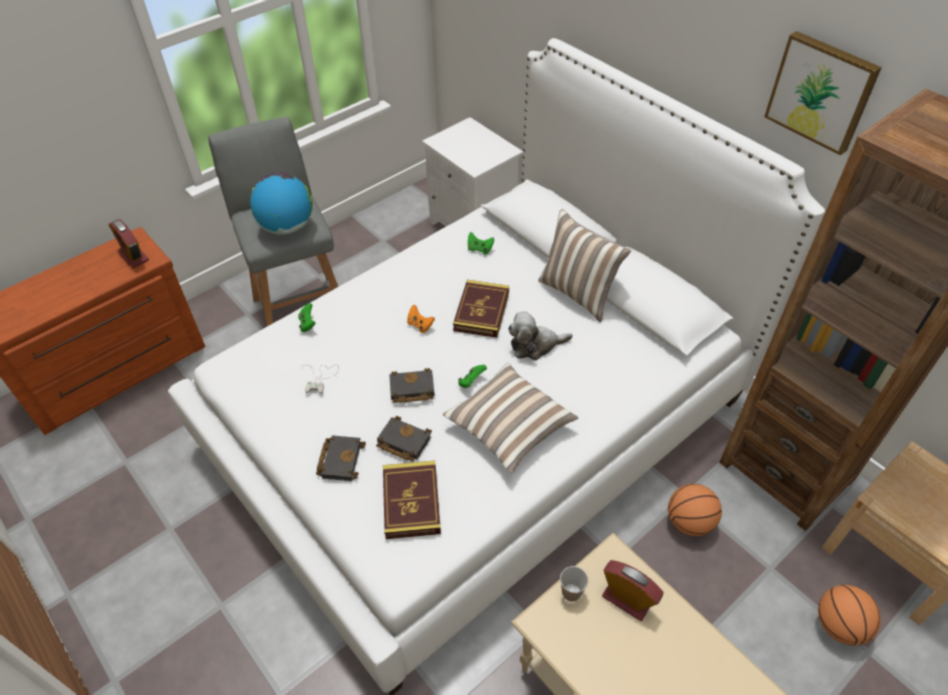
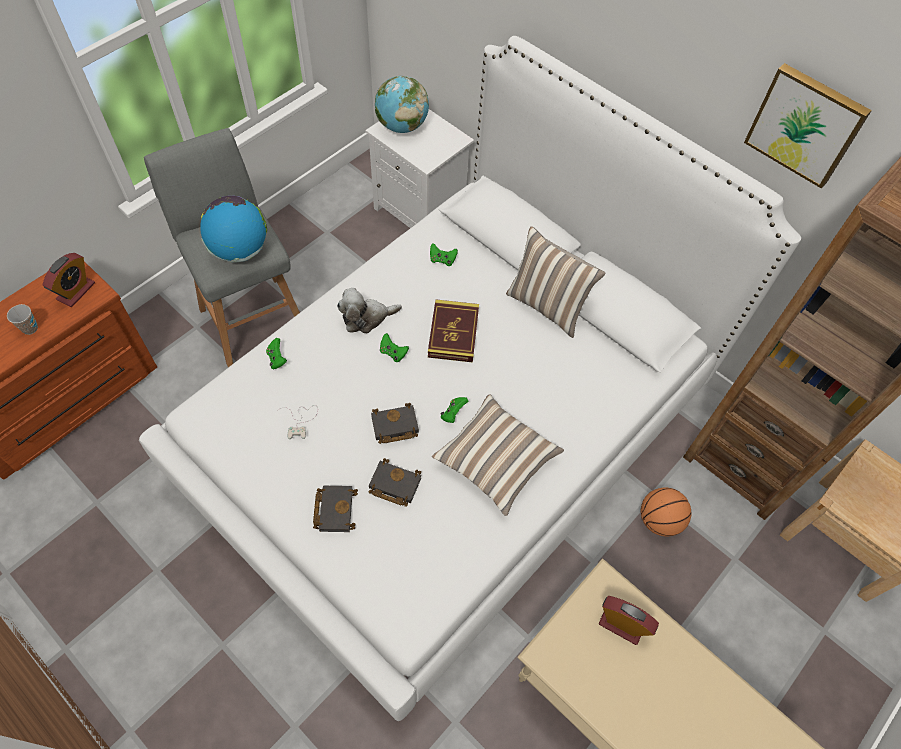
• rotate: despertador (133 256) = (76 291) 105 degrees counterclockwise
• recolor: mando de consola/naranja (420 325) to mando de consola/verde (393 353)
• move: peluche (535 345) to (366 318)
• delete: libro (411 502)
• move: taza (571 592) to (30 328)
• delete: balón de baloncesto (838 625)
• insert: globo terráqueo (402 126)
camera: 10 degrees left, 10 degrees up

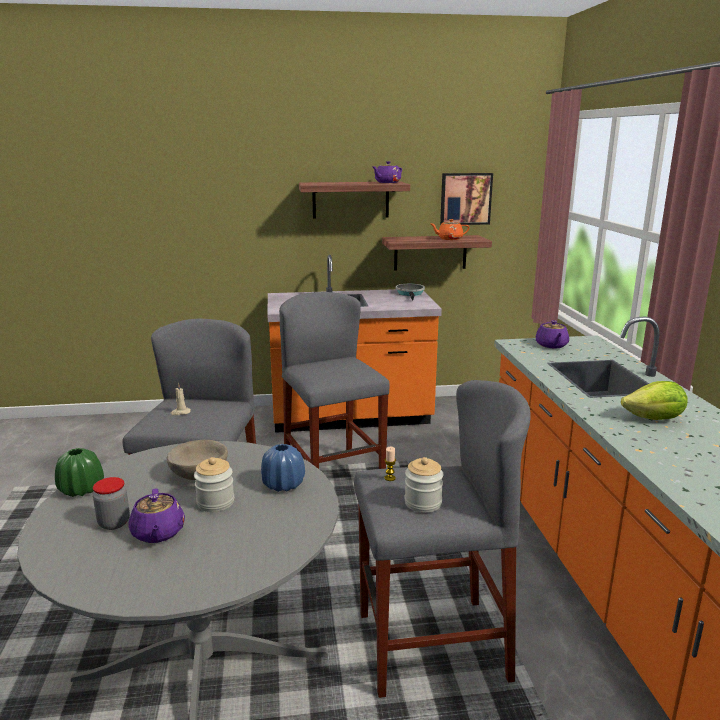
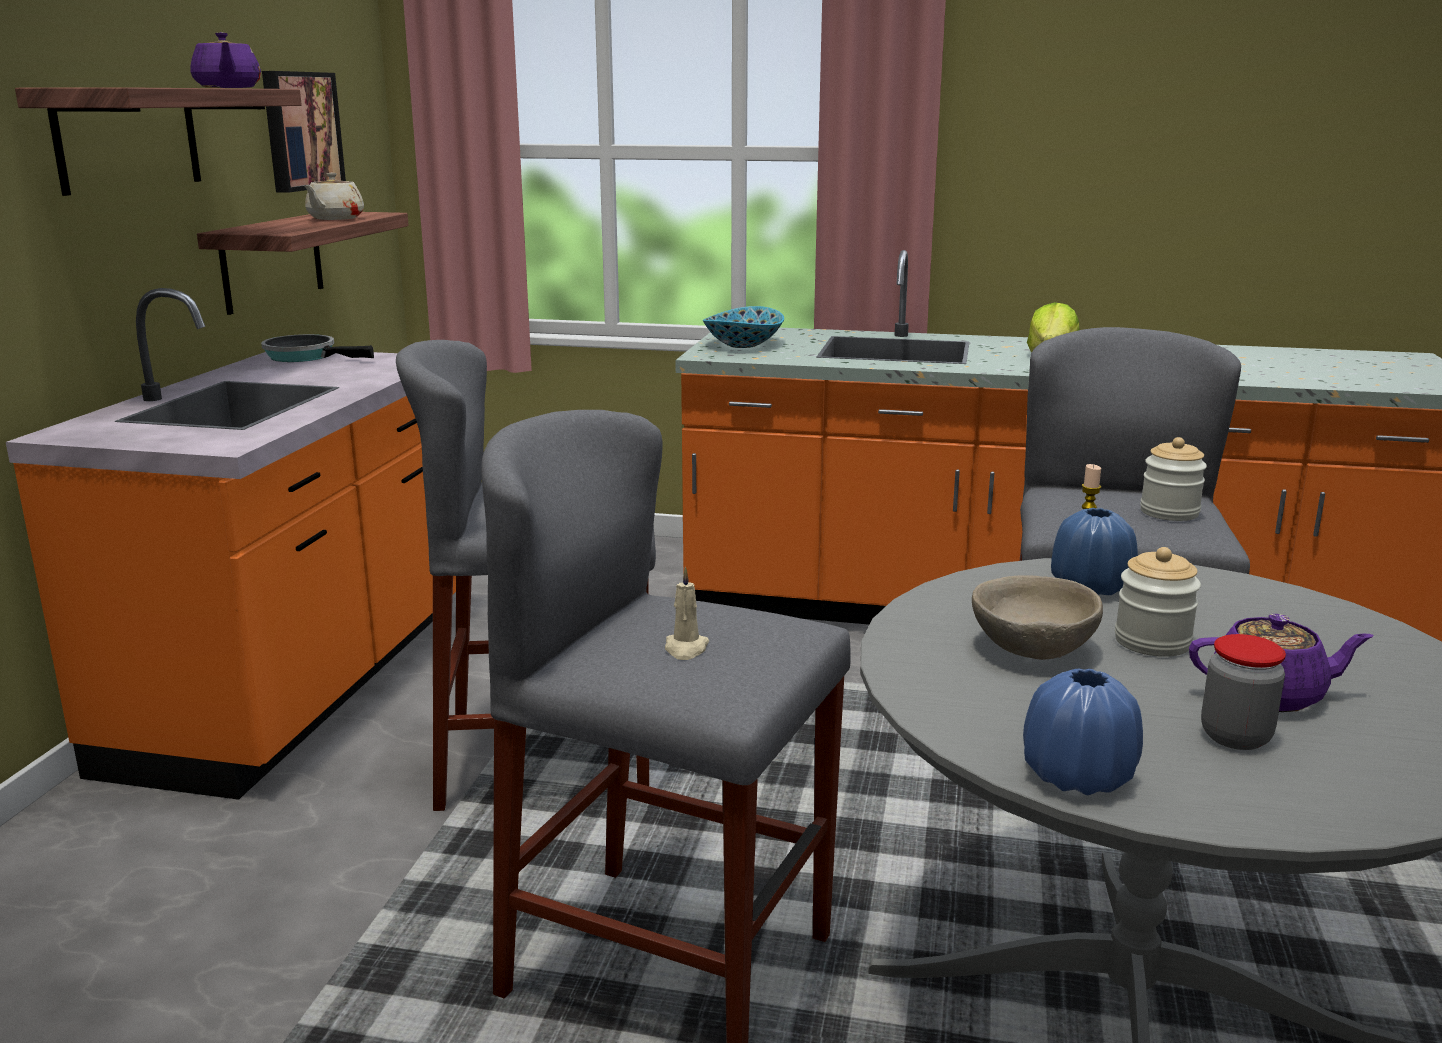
• recolor: tetera/naranja (449 239) to tetera/beis (335 219)
• replace: tetera/morado (551 345) to cuenco (742 344)
• recolor: florero/verde (81 489) to florero/azul (1078 776)
camera: 70 degrees left, 0 degrees up

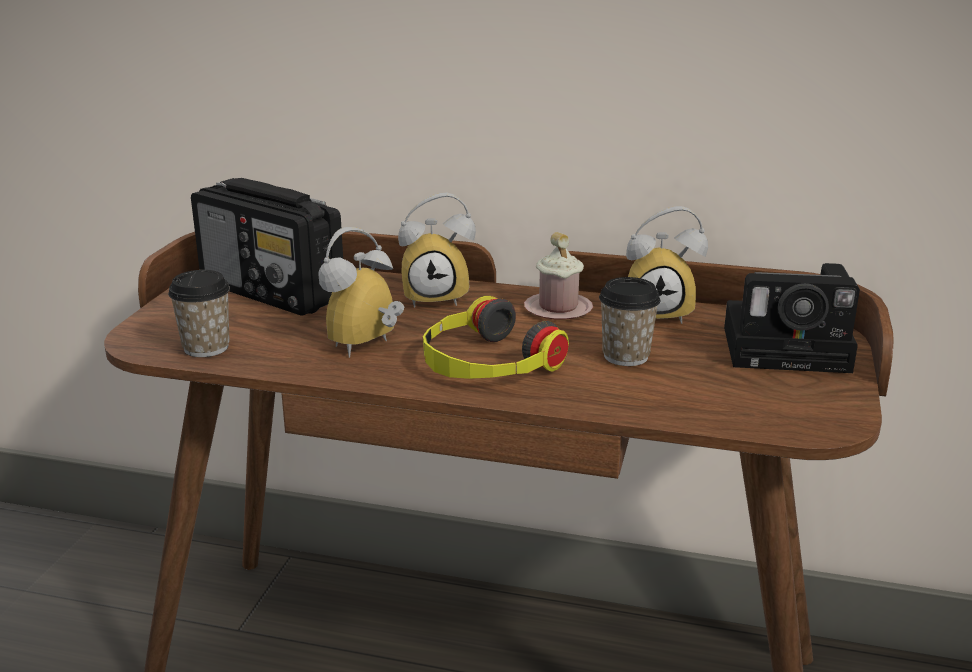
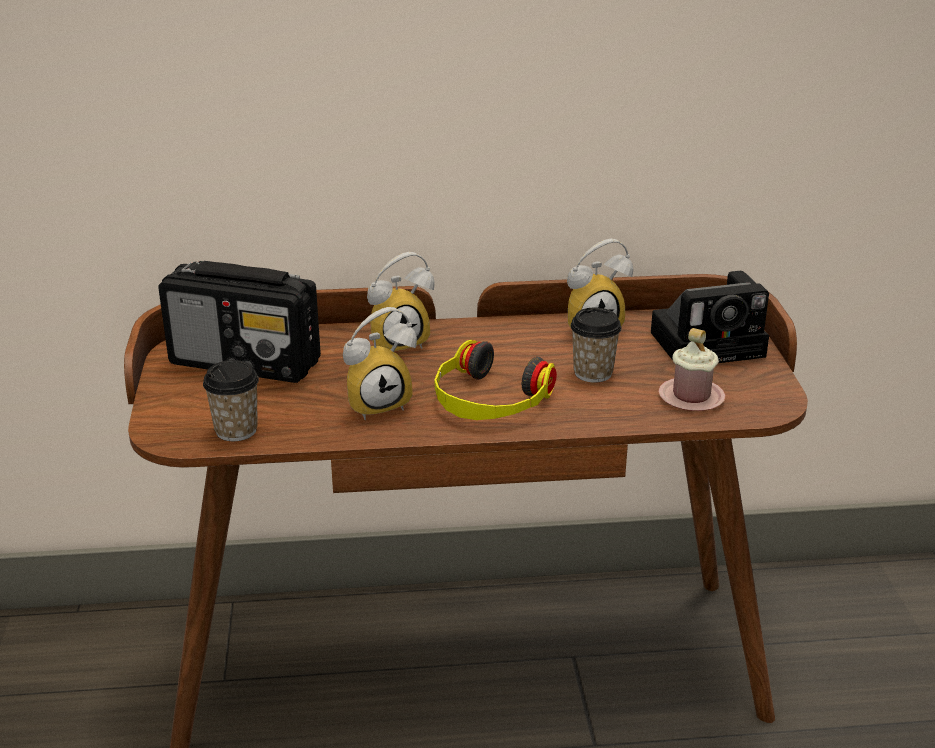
• rotate: despertador (367 347) = (378 403) 135 degrees counterclockwise
• move: taza grande/rosa (558 309) to (691 397)
camera: 20 degrees left, 5 degrees up

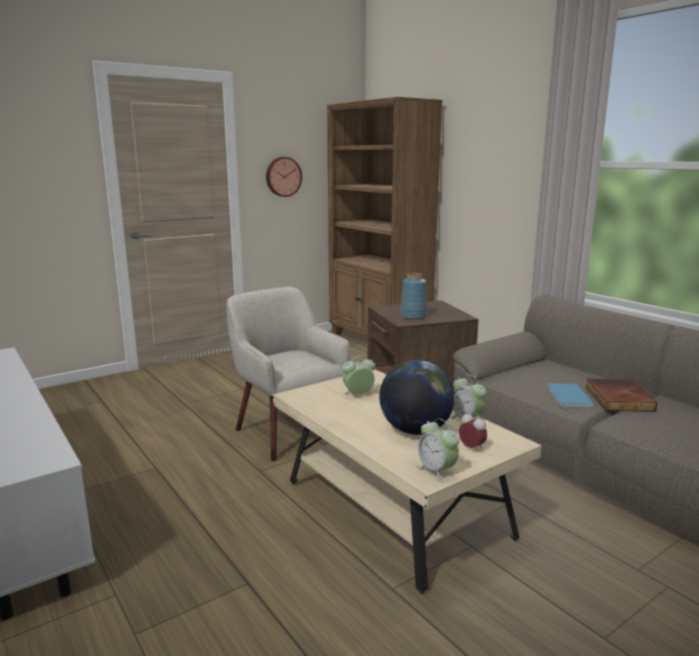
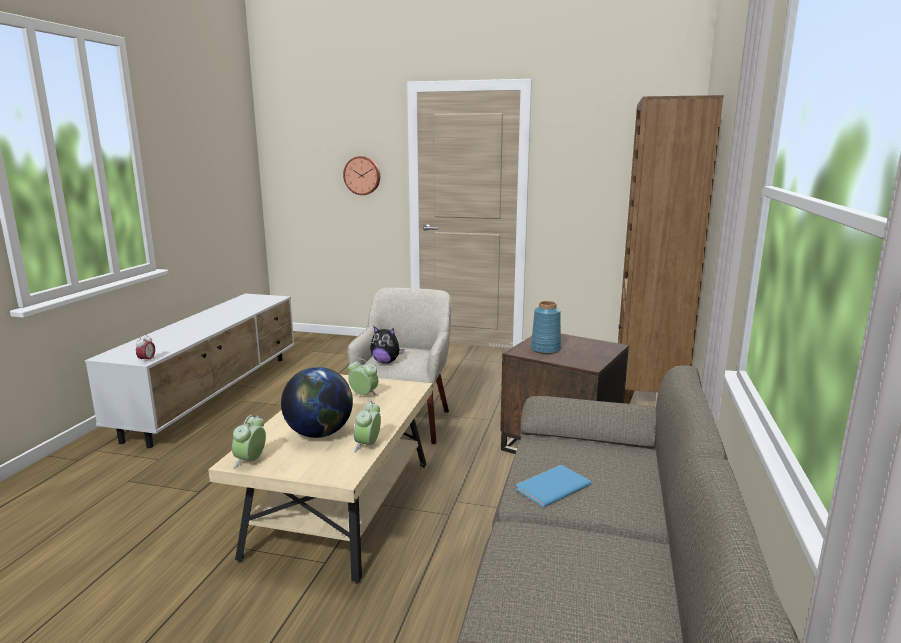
• move: reloj de pared (283 176) to (362 175)
• delete: libro (617 398)
• move: despertador (472 448) to (147 360)
• insert: peluche (386 362)
camera: 50 degrees right, 0 degrees up

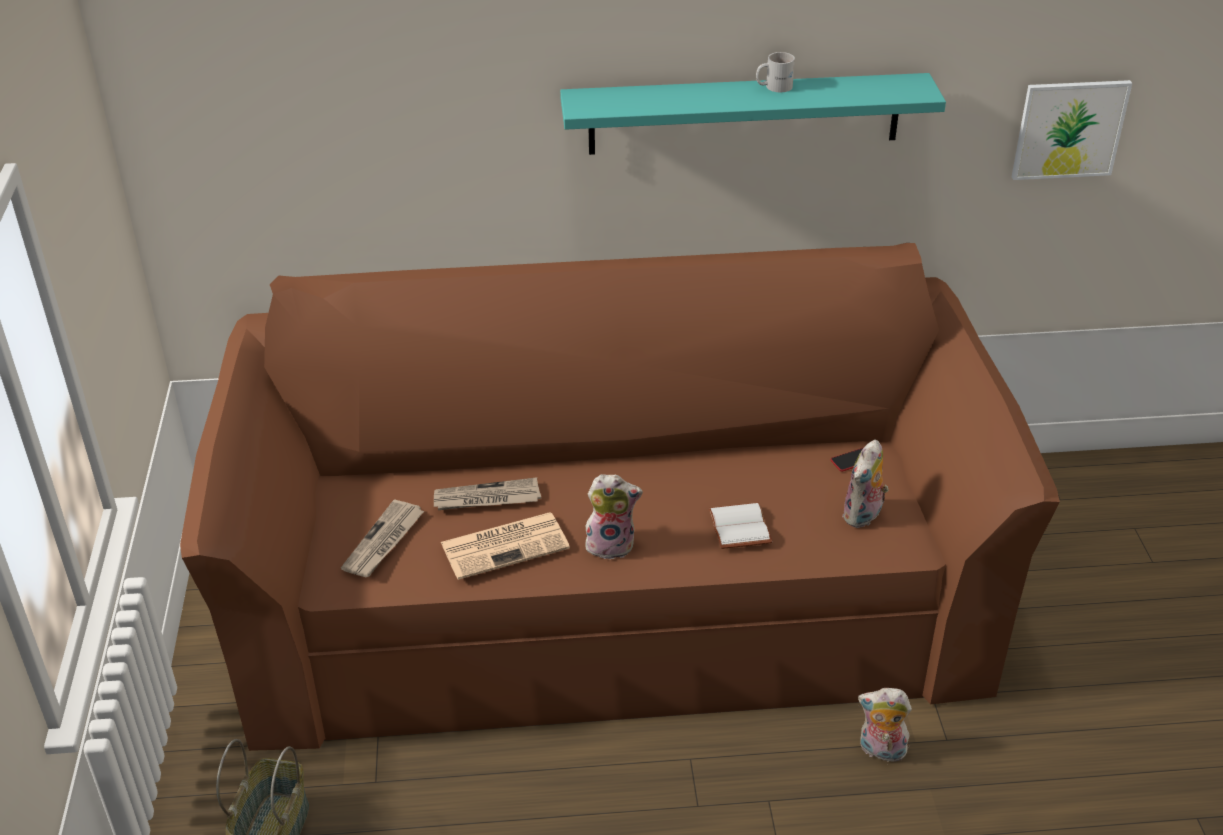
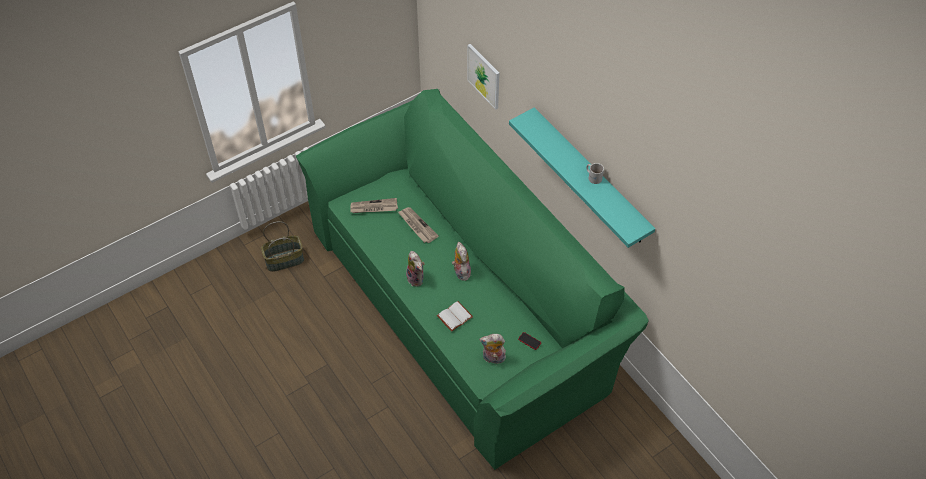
• move: cuadro (1069 129) to (484 76)
• recolor: sofá/marrón (612 594) to sofá/verde (464 303)
• delete: periódico (506 545)
• move: peluche (880 751) to (461 271)
camera: 60 degrees right, 15 degrees up

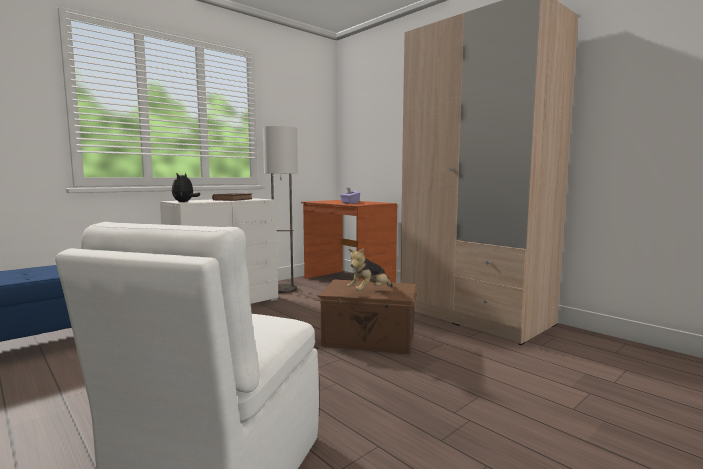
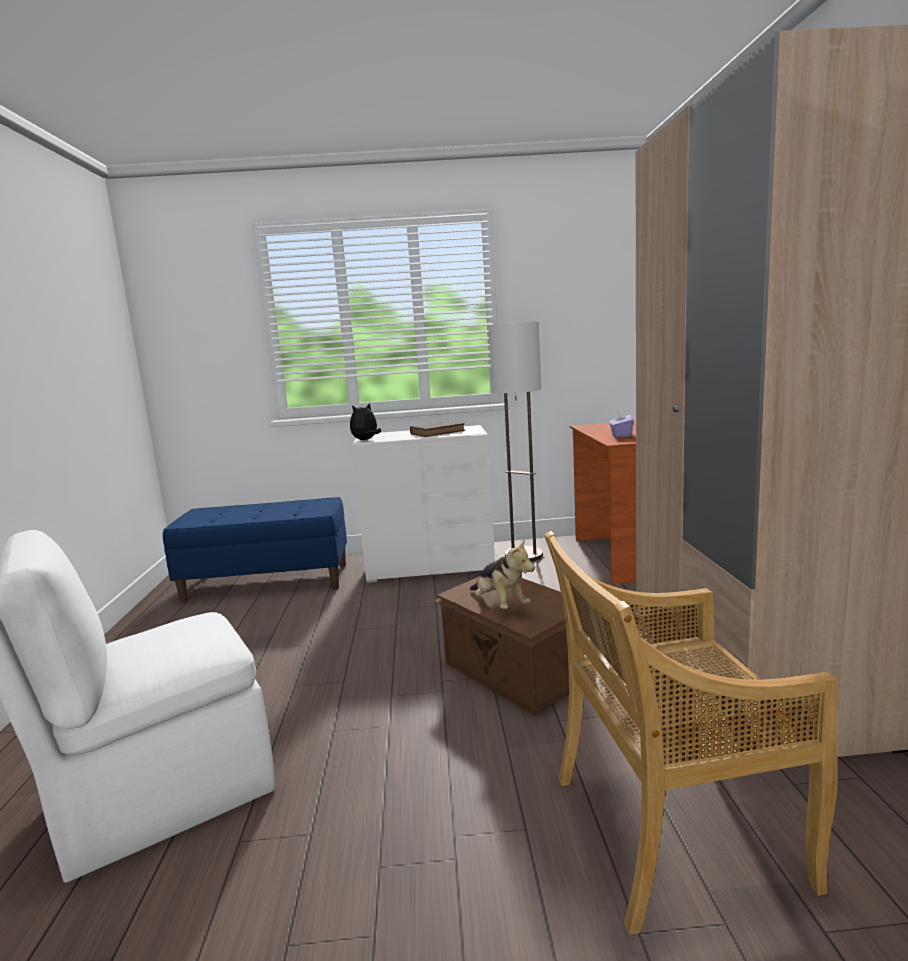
• rotate: peluche (369 292) = (500 604) 120 degrees counterclockwise
• insert: silla/beis (671 831)
camera: 40 degrees right, 5 degrees up

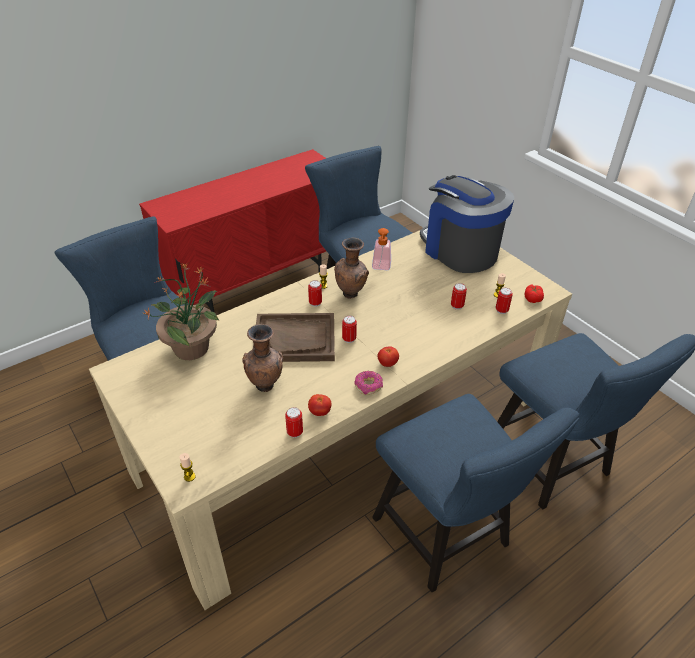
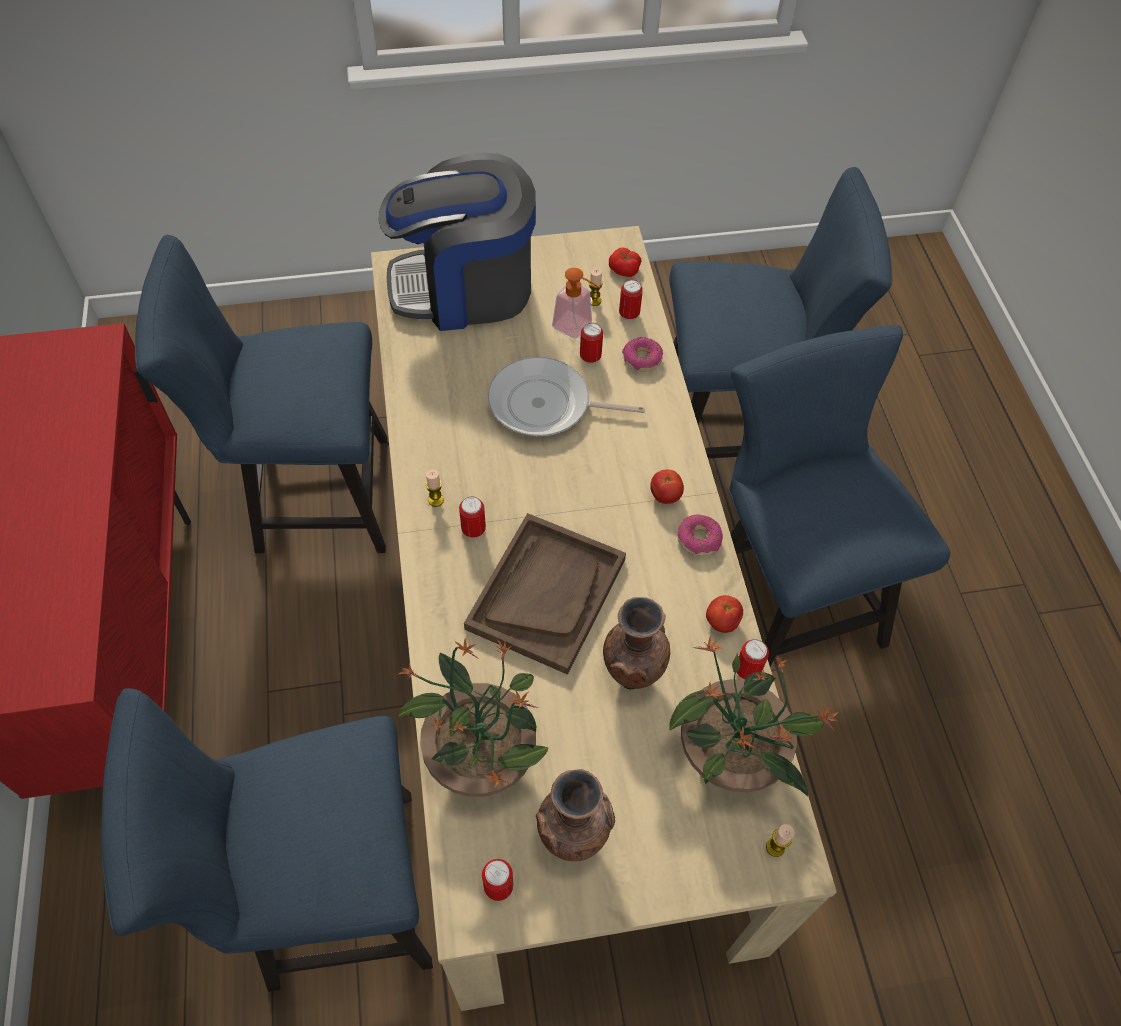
• move: dispensador de jabón (381 267) to (577 328)
• move: florero/marrón (351 294) to (572 837)
• move: lata (349 339) to (498 886)
• rotate: silla/azul (447 538) = (784 600) 105 degrees counterclockwise
• insert: rosquilla (642 359)
• insert: sartén (545 405)
• insert: planta en maceta (730 758)
camera: 65 degrees left, 15 degrees up

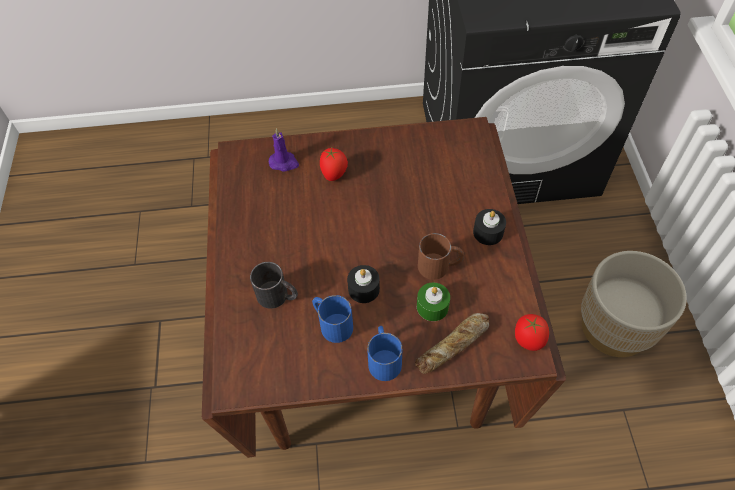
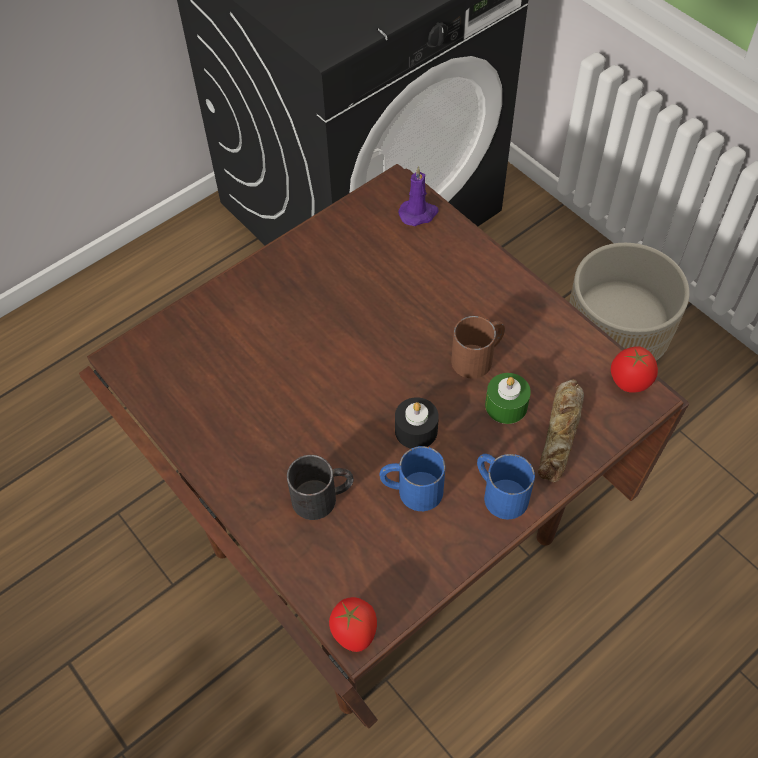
• move: vela/morado (284 162) to (418 213)
• move: tomate (334 174) to (354 633)
• delete: vela/negro (488 232)
camera: 35 degrees left, 0 degrees up

